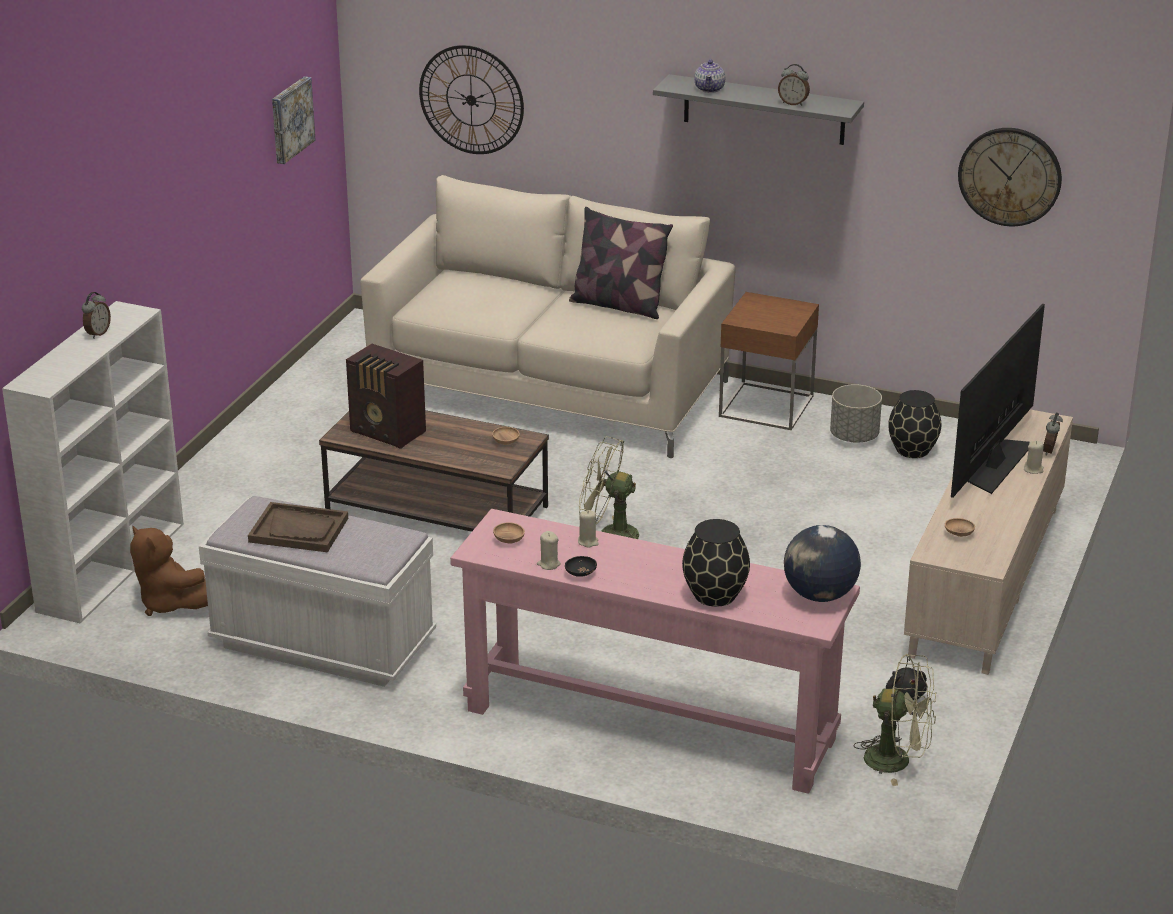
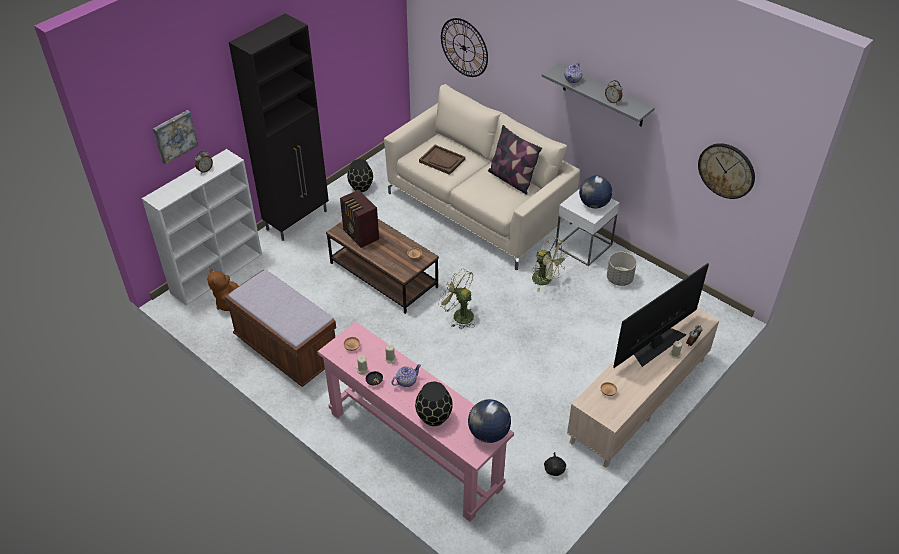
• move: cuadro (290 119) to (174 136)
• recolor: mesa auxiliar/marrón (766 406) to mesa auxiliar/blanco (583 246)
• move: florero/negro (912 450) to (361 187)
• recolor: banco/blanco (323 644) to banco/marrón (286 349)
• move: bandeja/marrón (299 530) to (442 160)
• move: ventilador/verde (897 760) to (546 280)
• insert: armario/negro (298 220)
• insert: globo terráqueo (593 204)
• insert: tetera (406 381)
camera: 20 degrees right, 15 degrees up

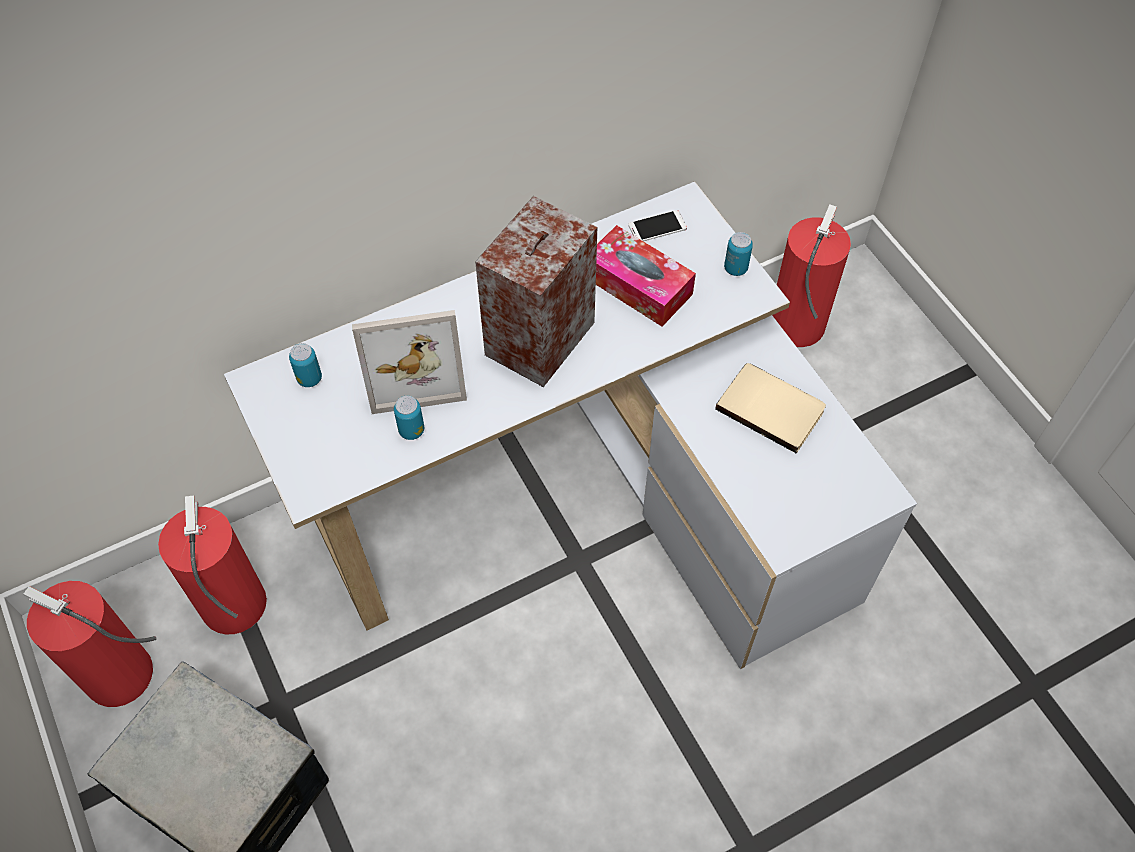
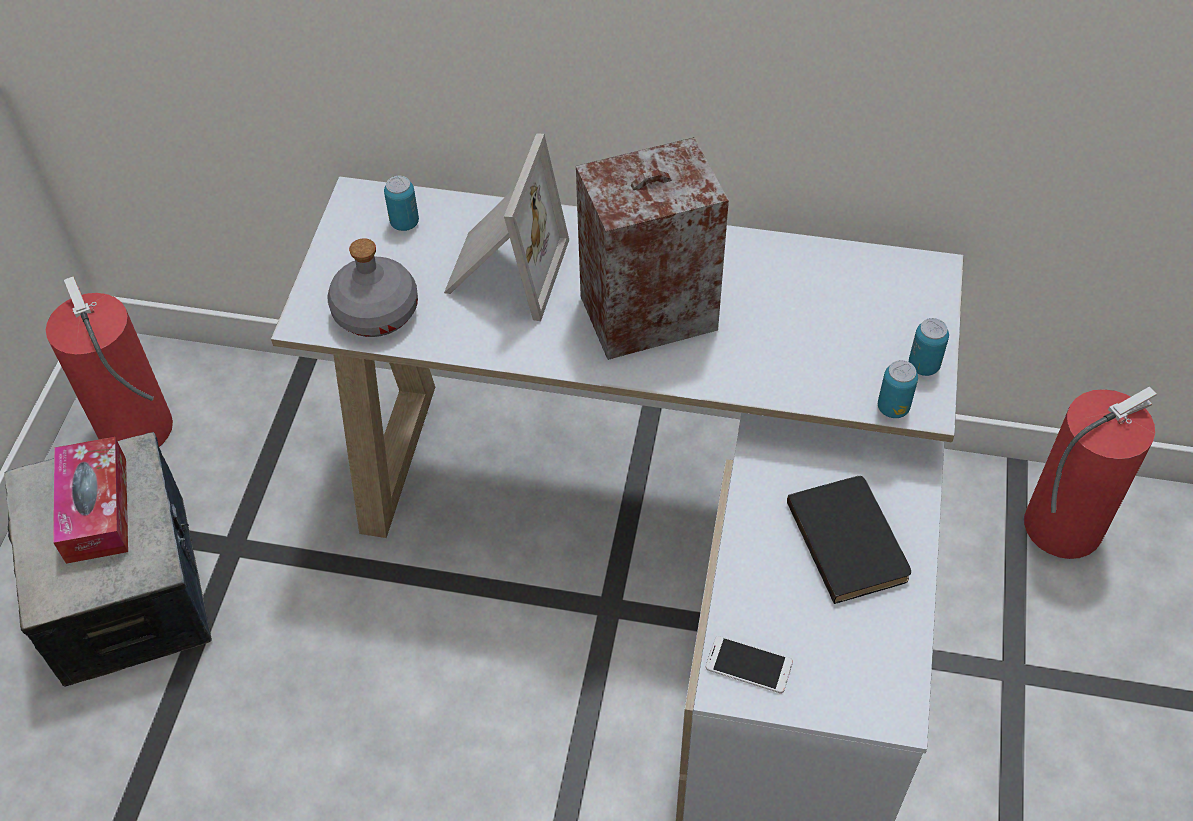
• move: móvil (657 227) to (749 665)
• move: caja de pañuelos (638 286) to (96 509)
• rotate: portarretratos (414 369) = (503 270) 105 degrees counterclockwise
• recolor: libro/beis (771 407) to libro/negro (851 540)
• move: lata (411 430) to (893 408)
• delete: extintor (233 607)
• insert: botella/gris (377 312)
camera: 40 degrees right, 5 degrees down

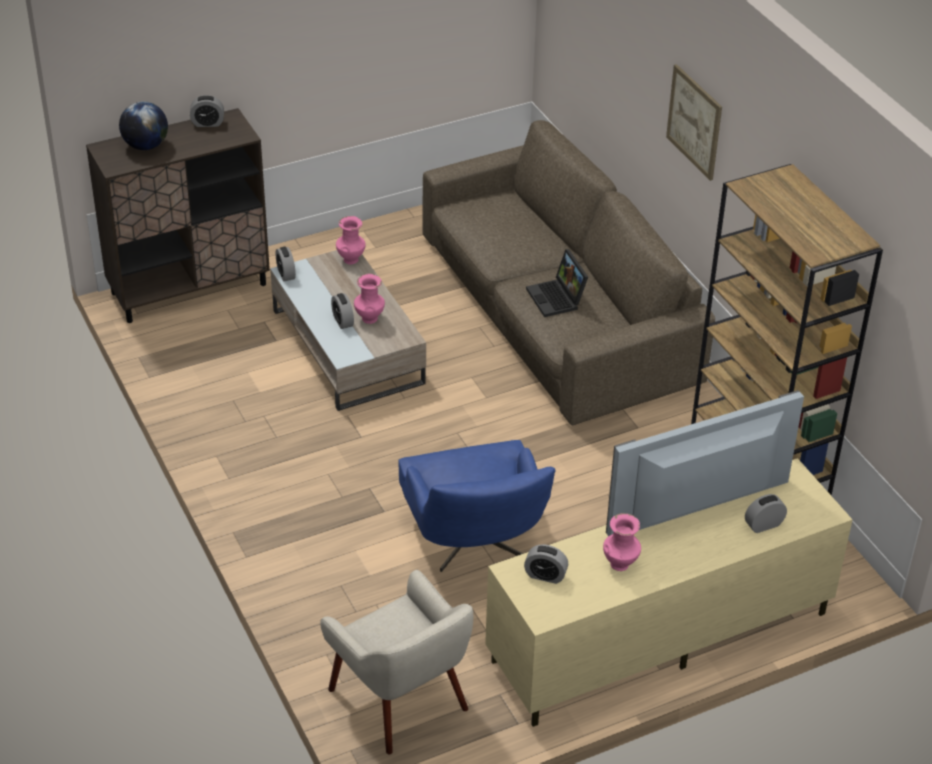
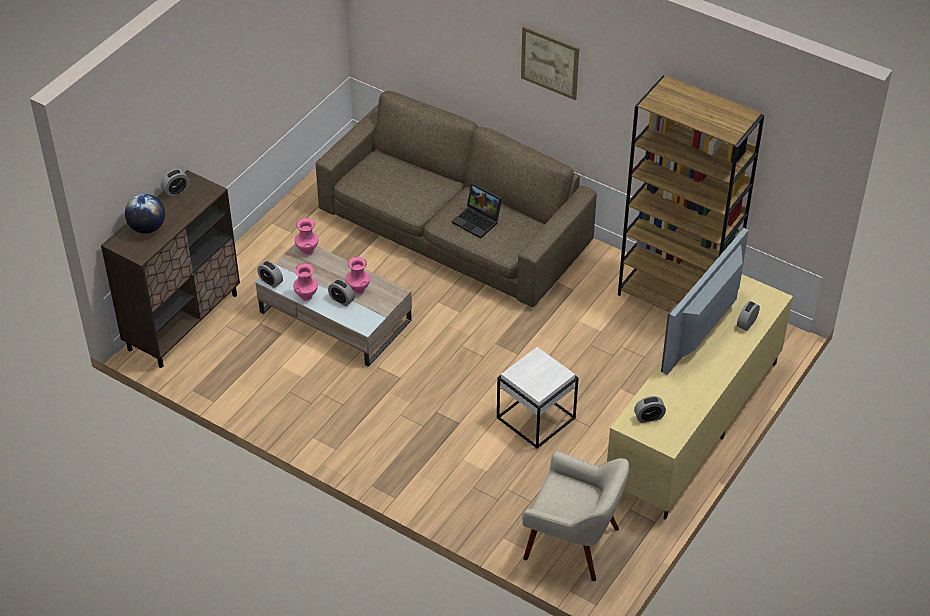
• replace: sillón/azul (474 545) to mesa auxiliar/blanco (536 419)
• move: florero/rosa (620 564) to (306 296)
camera: 30 degrees left, 5 degrees up

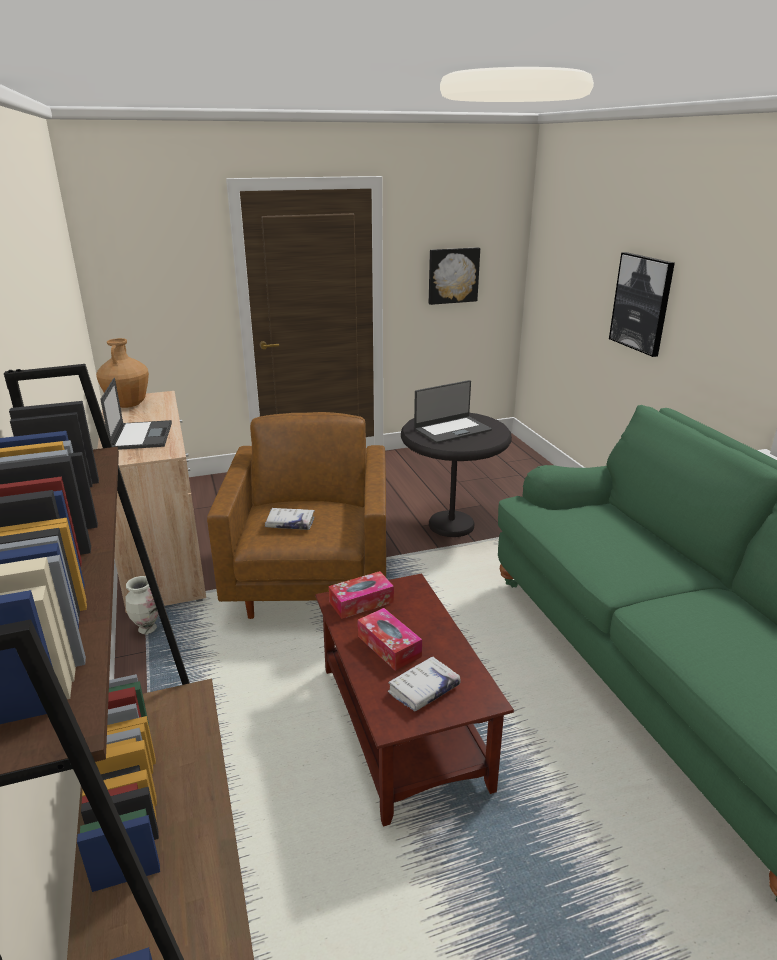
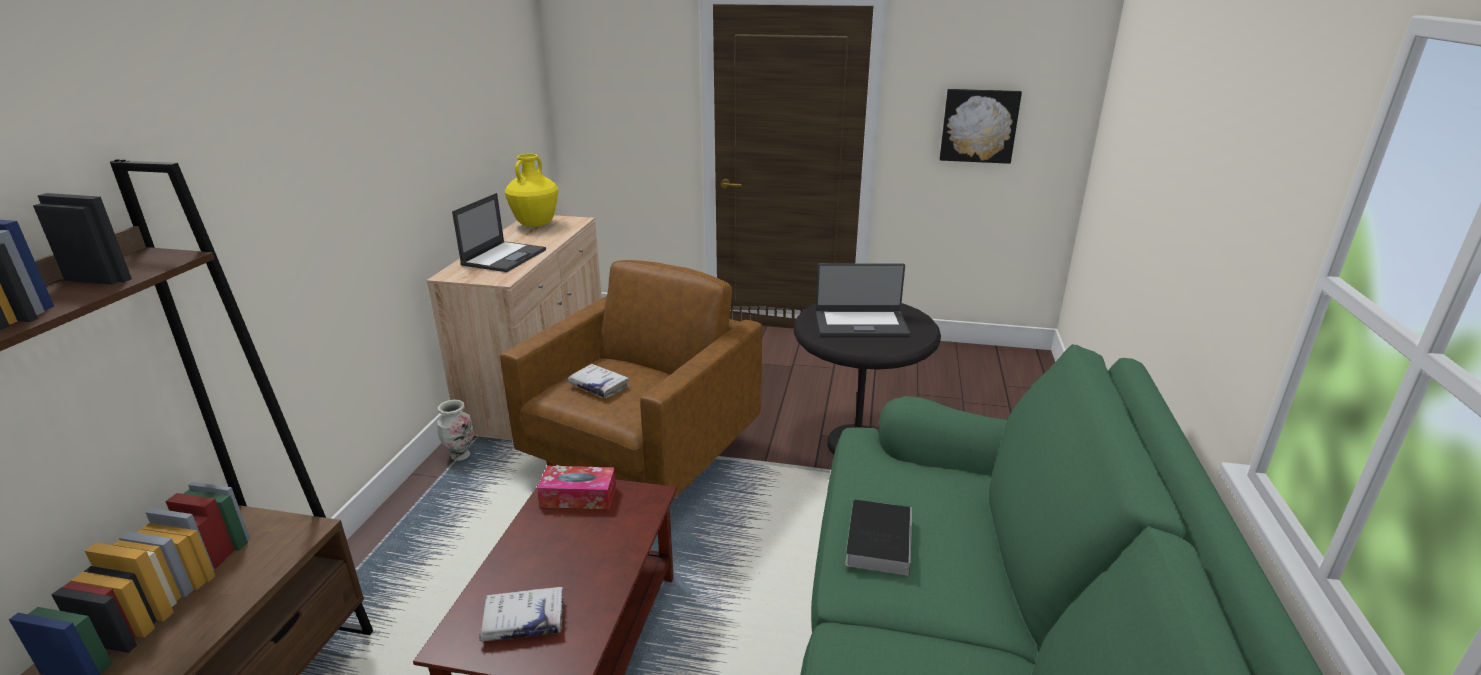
• delete: cuadro (641 303)
• recolor: florero/marrón (128 405) to florero/amarillo (535 225)
• delete: caja de pañuelos (389 646)
• insert: libro (878 539)
camera: 30 degrees right, 0 degrees up

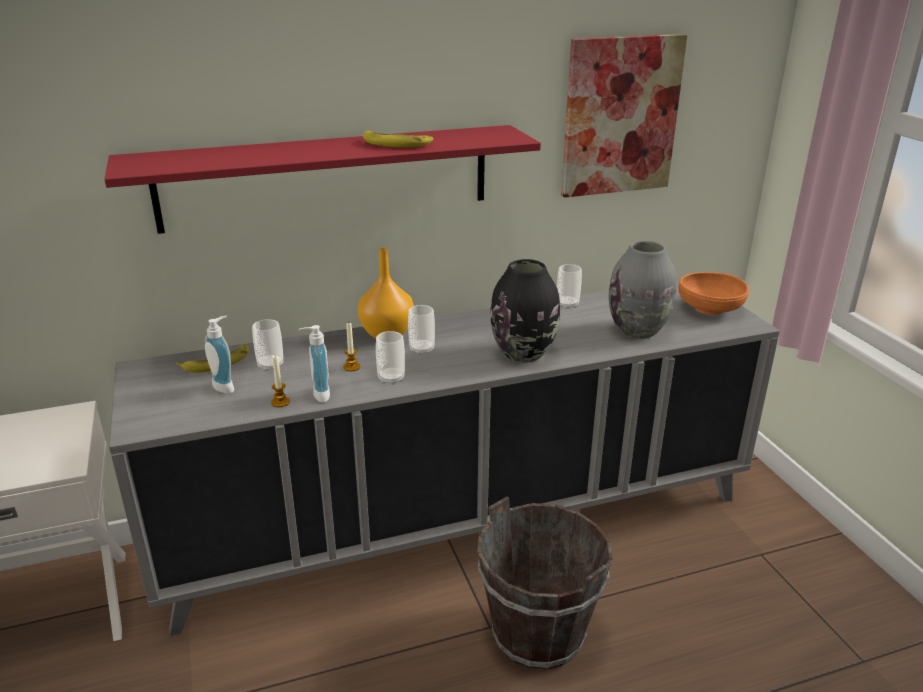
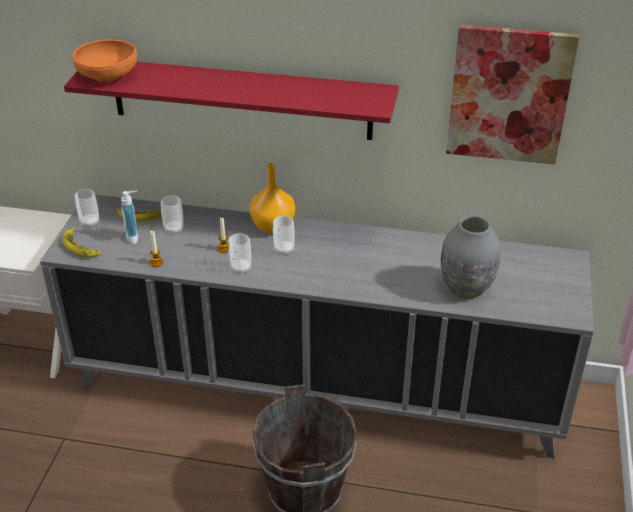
• move: plátano (396 144) to (81 247)
• delete: florero/negro (523 353)
• move: taza (567 305) to (90 222)
• move: cuenco/naranja (710 309) to (107 76)
• delete: dispensador de jabón (318 395)
camera: 30 degrees right, 10 degrees up

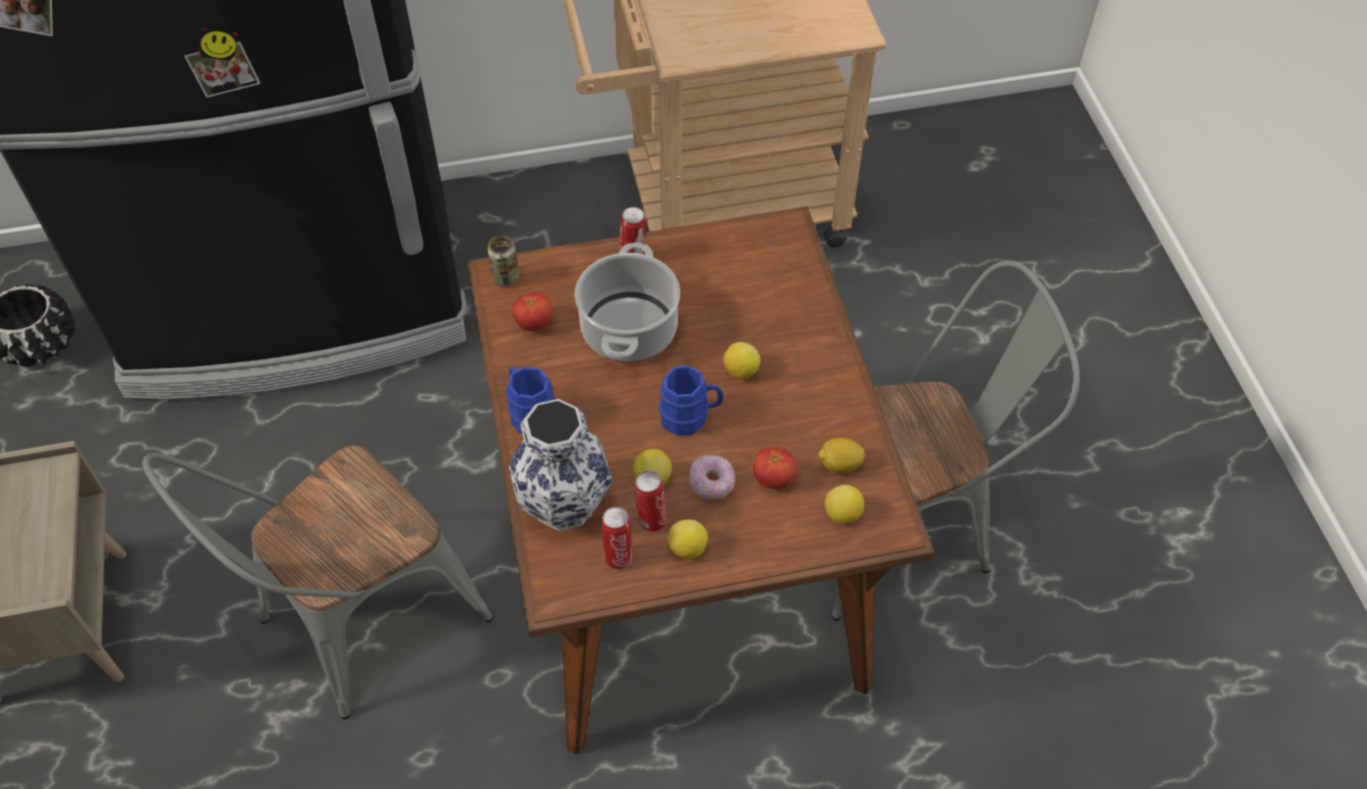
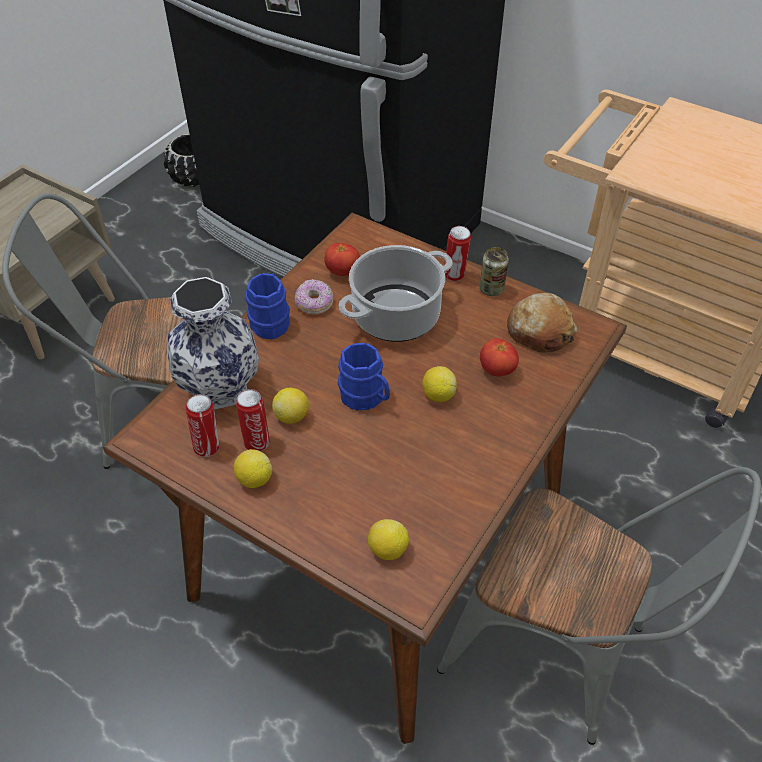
• move: lata (505 278) to (491 289)
• delete: limón (839 464)
• move: tomate (773 479) to (497 370)
• move: rosquilla (711 483) to (314 304)
• insert: pan (539 331)
camera: 45 degrees right, 5 degrees down

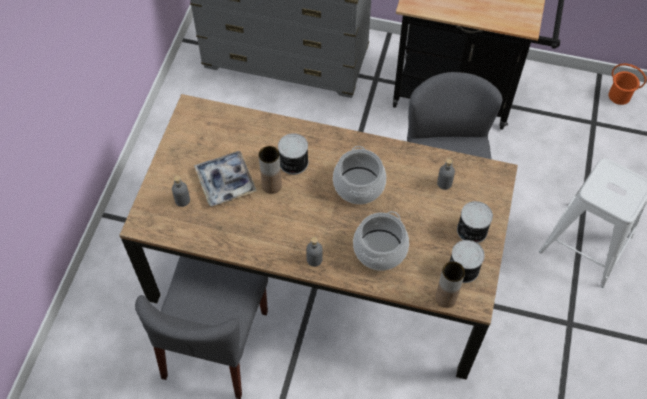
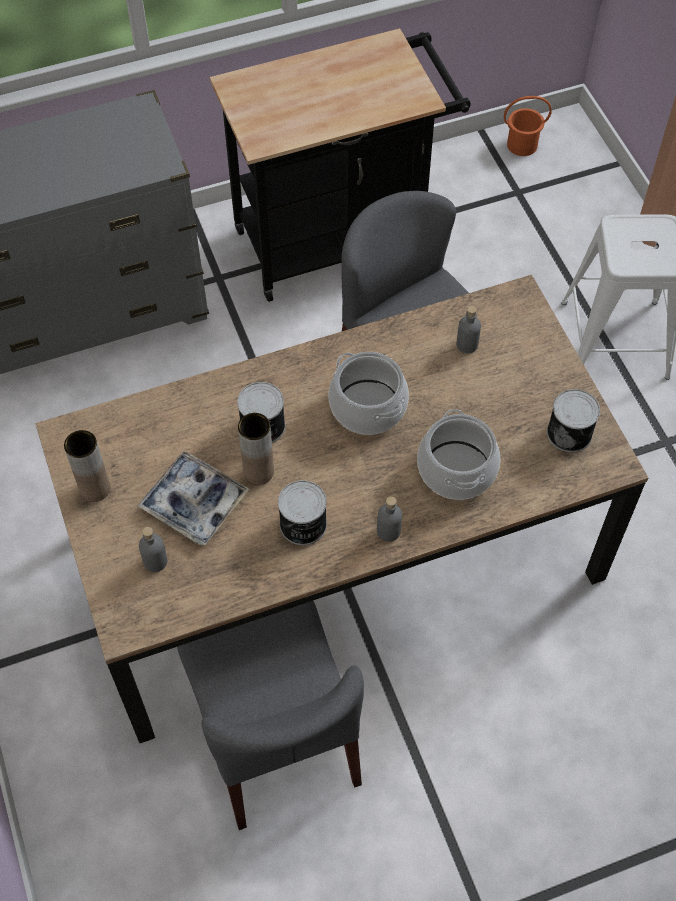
• move: lata (471 231) to (303 525)
• move: florero/marrón (445 298) to (95 488)
camera: 35 degrees left, 0 degrees up

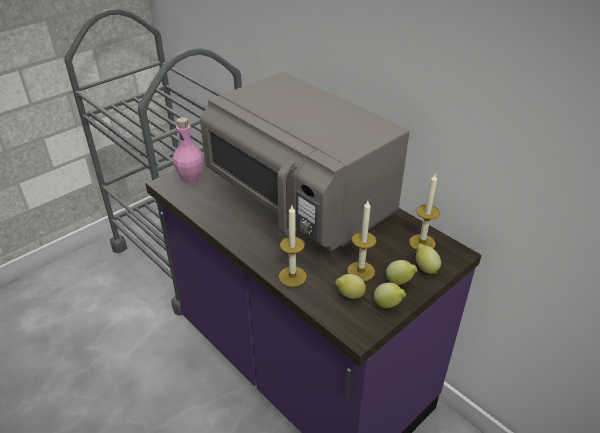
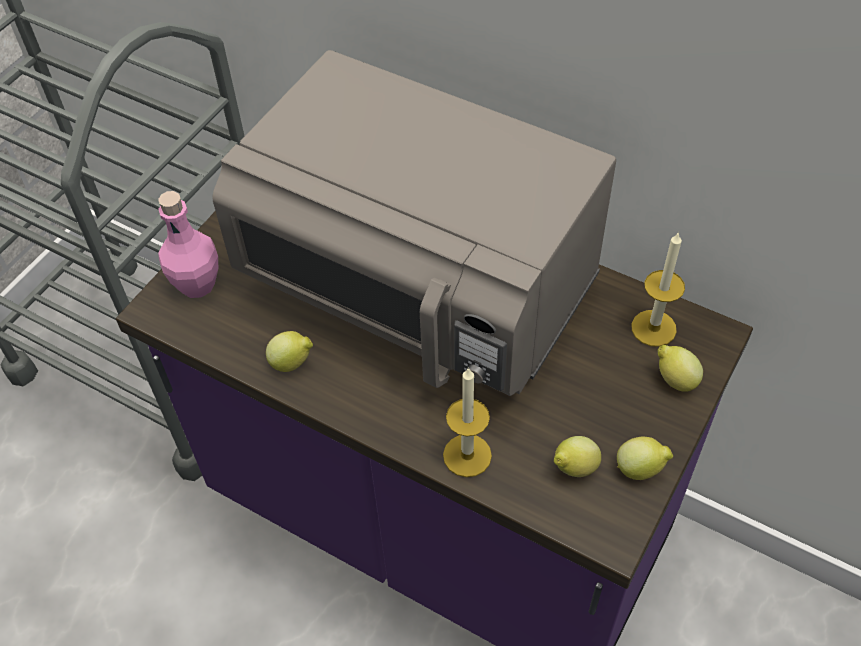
• delete: vela (361 271)
• move: limón (399 281) to (292 363)
camera: 15 degrees left, 15 degrees up

